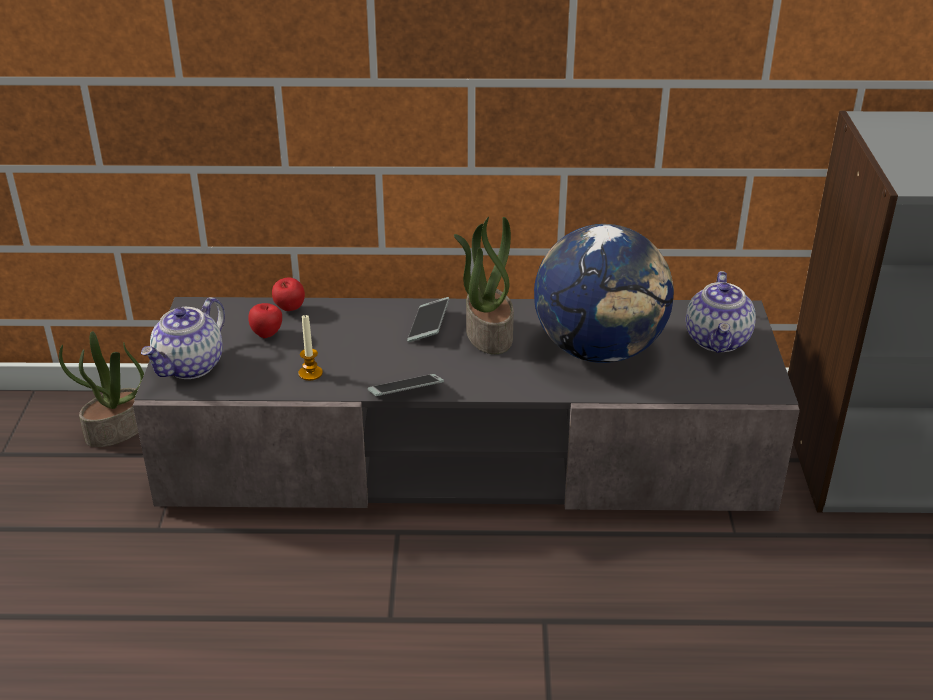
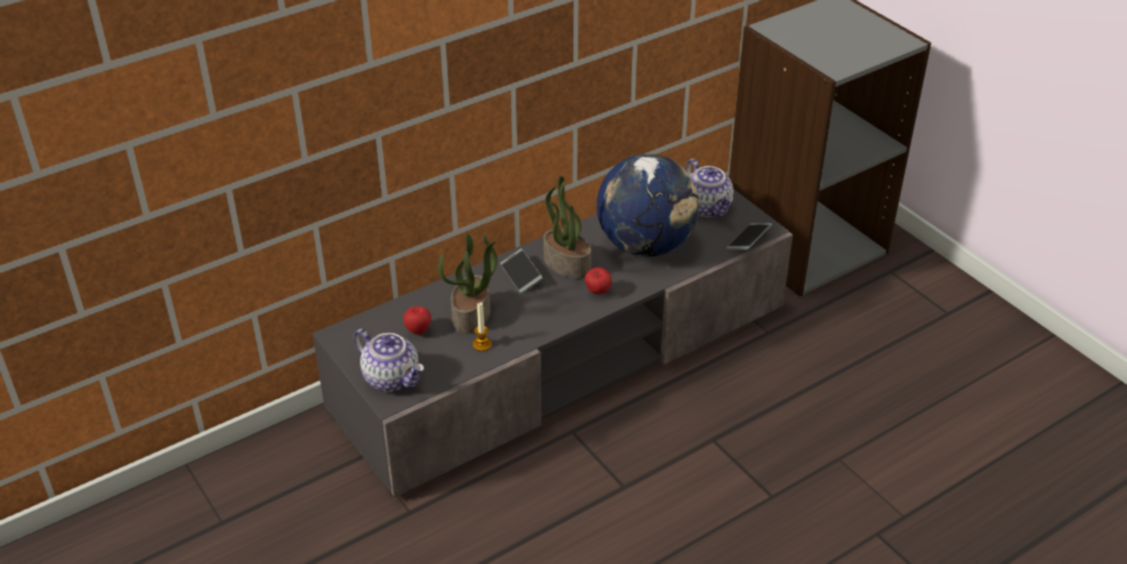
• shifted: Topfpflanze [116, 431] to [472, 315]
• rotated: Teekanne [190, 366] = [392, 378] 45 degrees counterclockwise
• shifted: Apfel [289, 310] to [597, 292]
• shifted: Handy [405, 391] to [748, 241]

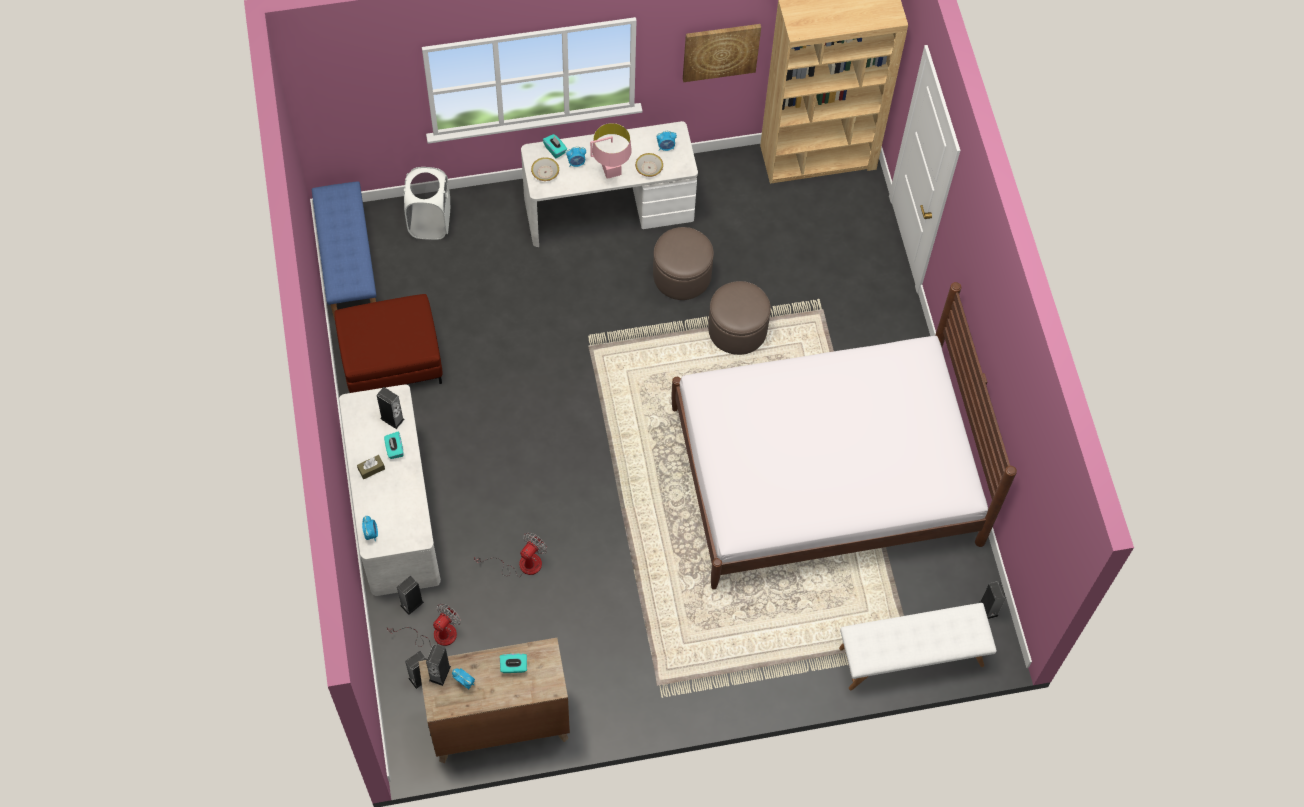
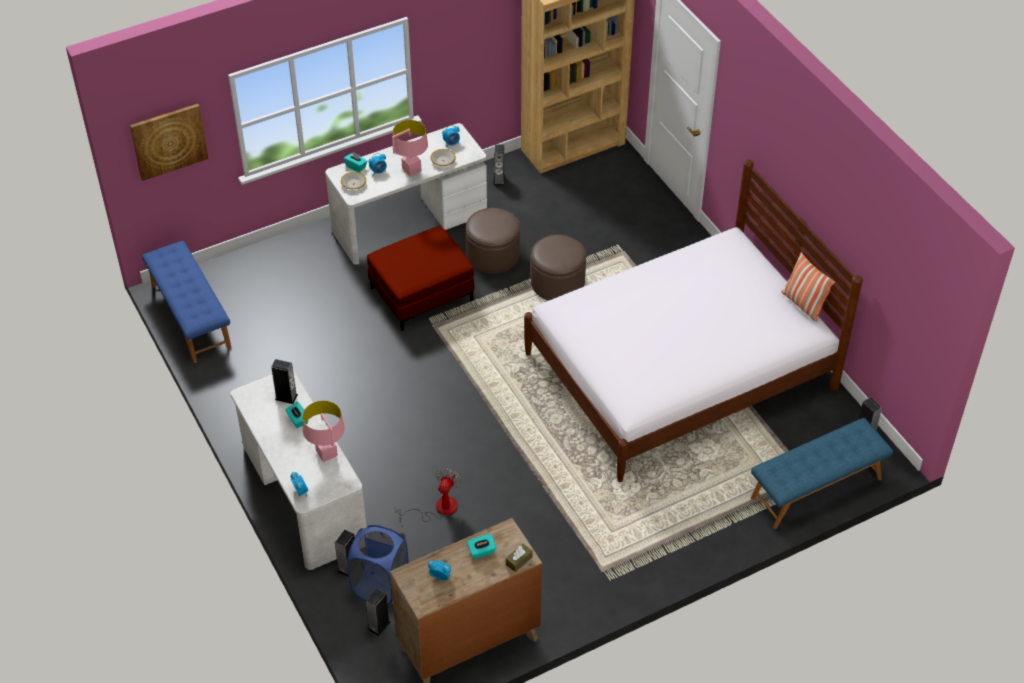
• shifted: Polsterhocker [rot] [392, 359] to [422, 293]
• shifted: Taschentuchbox [braun] [371, 469] to [519, 560]
• swapped: Ventilator [436, 634] to Wäschekorb [blau] [380, 586]
• gone: Wäschekorb [weiß] [430, 221]
• shifted: Lautsprecher [440, 673] to [499, 180]
• shifted: Bild [720, 51] to [169, 141]
• repainted: Bank [weiß] [911, 657] to Bank [blau] [816, 489]
• new: Tischlampe [rosa] [327, 454]
• new: Kissen [803, 304]

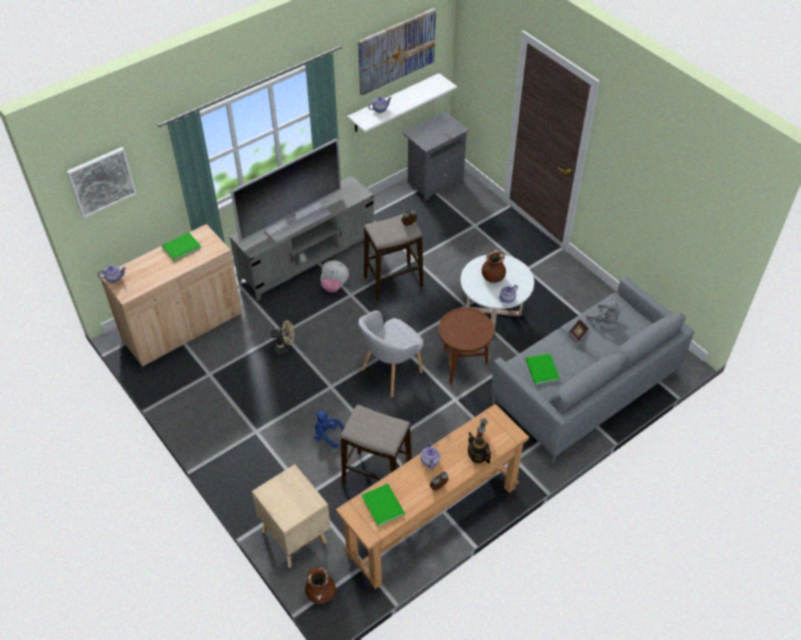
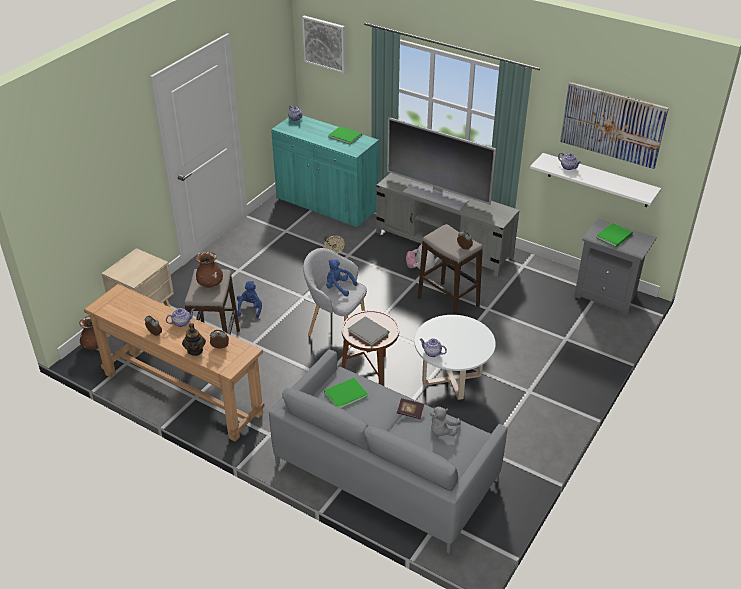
• repainted: Schrank [beige] [183, 327] to Schrank [türkis] [326, 204]
• shifted: Buch [grün] [383, 504] to [615, 236]
• rotated: Teekanne [477, 456] = [195, 350] 135 degrees clockwise
• shifted: Vase [braun] [493, 277] to [210, 284]
• new: Plüschtier [blau] [338, 287]
• new: Buch [grau] [368, 331]

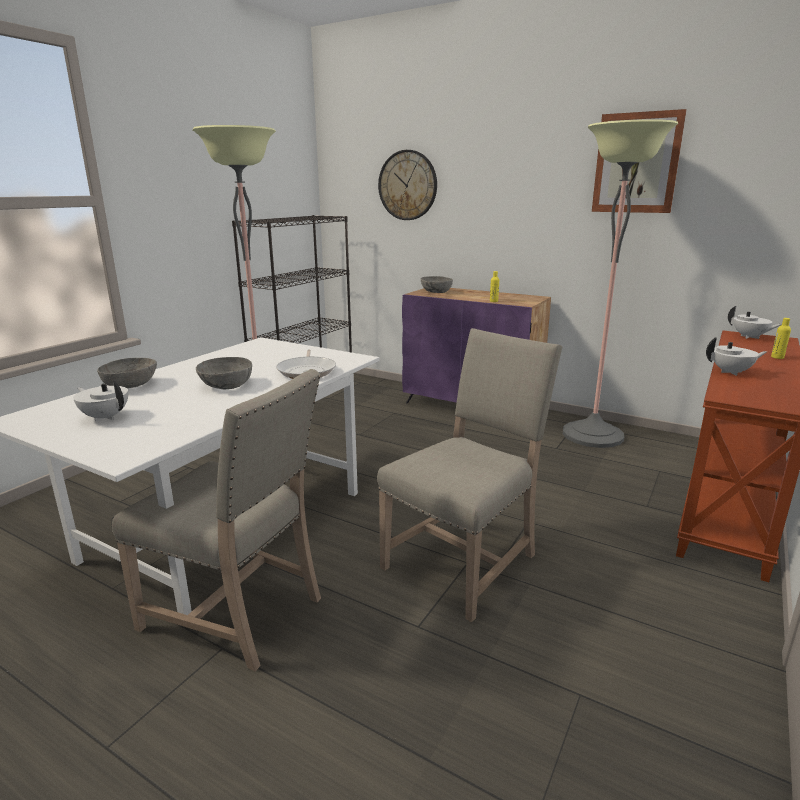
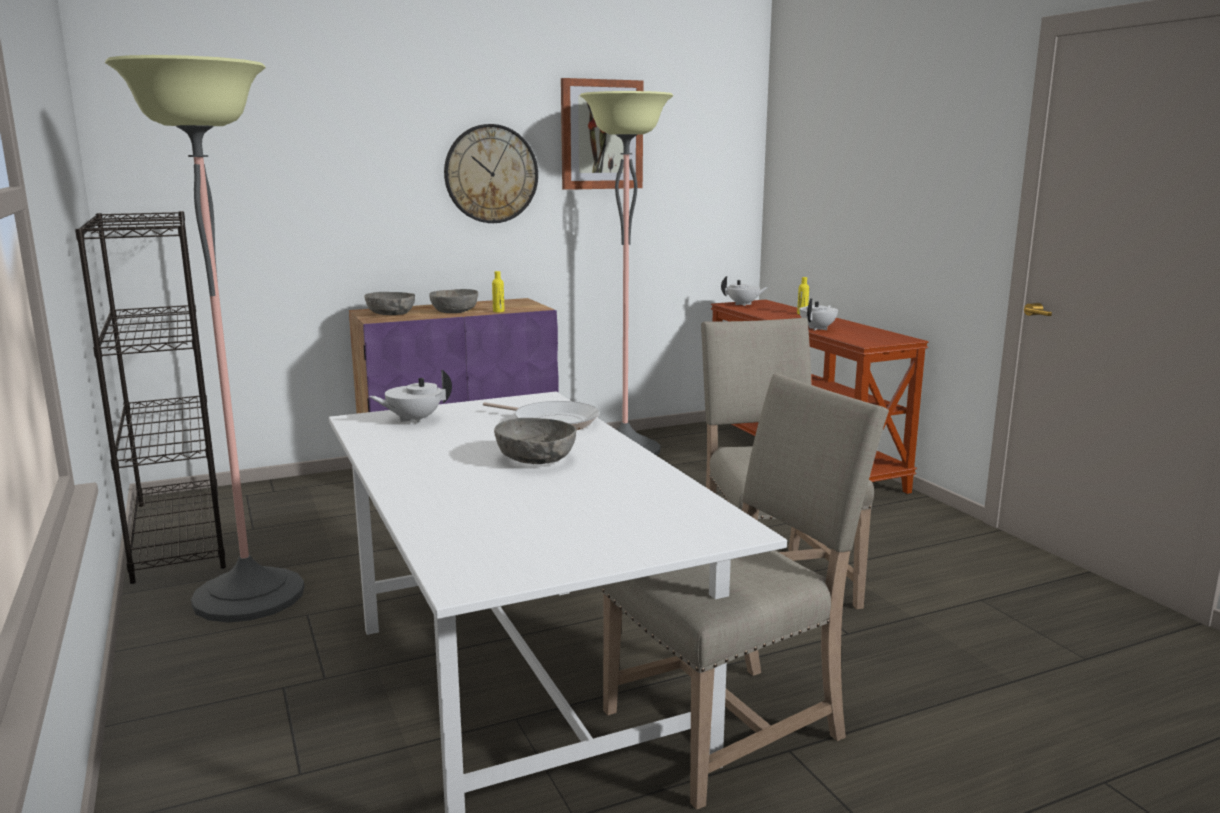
• shifted: Teekanne [weiß] [105, 417] to [413, 420]
• shifted: Schüssel [grau] [130, 385] to [454, 311]
• shifted: Wanduhr [407, 185] to [491, 174]

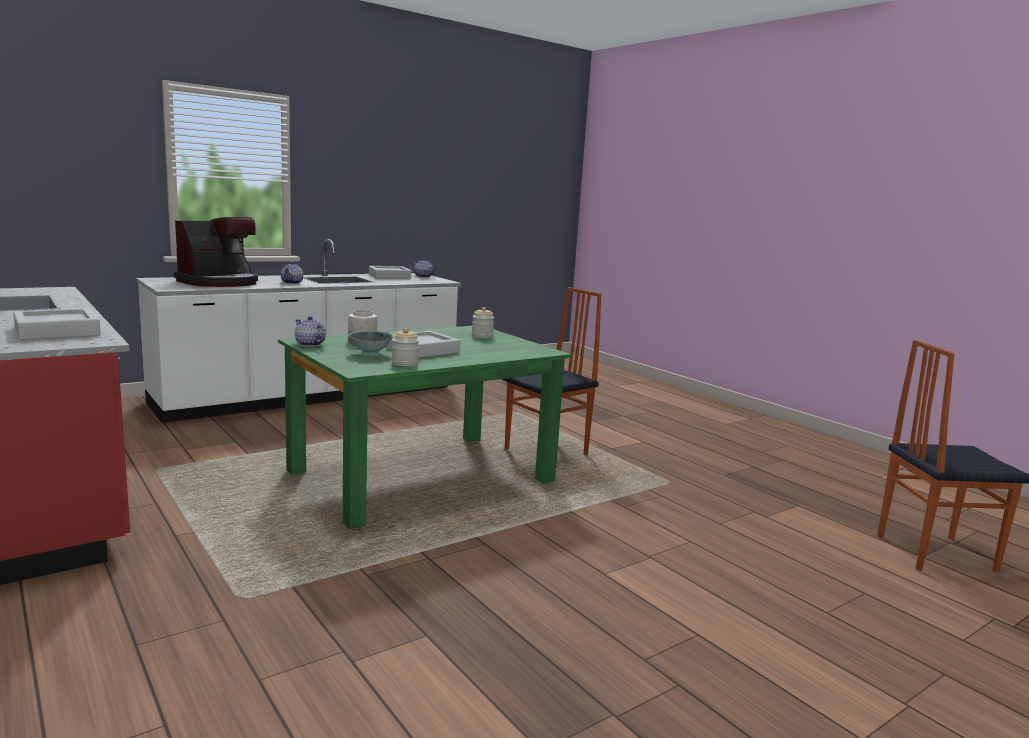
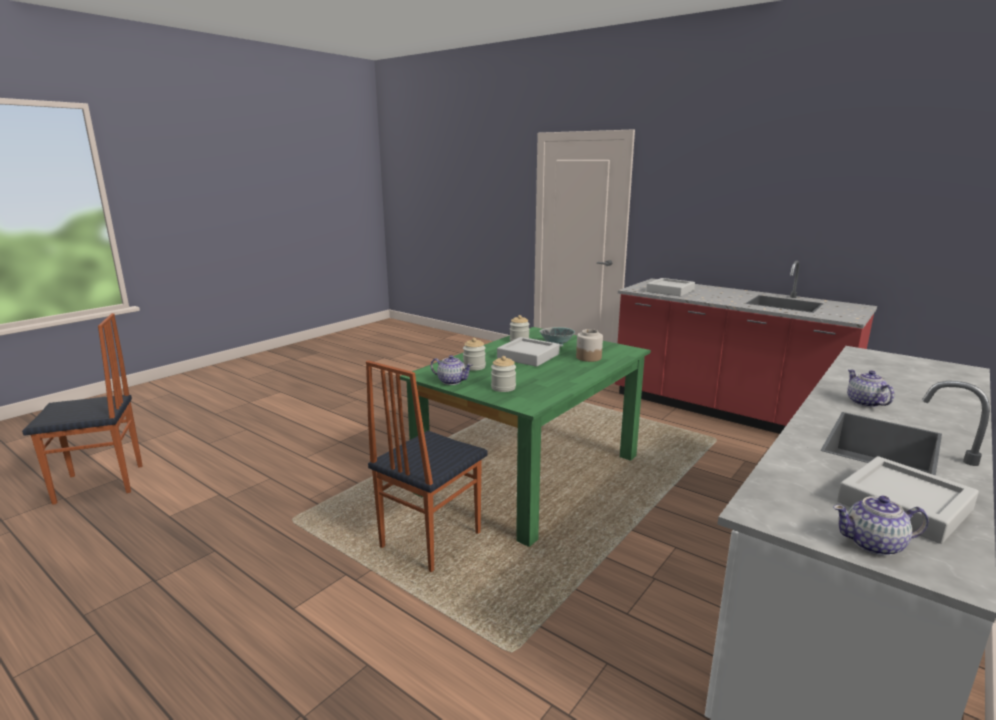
• gone: Kaffeemaschine [219, 282]
• shifted: Teekanne [310, 344] to [451, 381]
• new: Vorratsglas [474, 367]

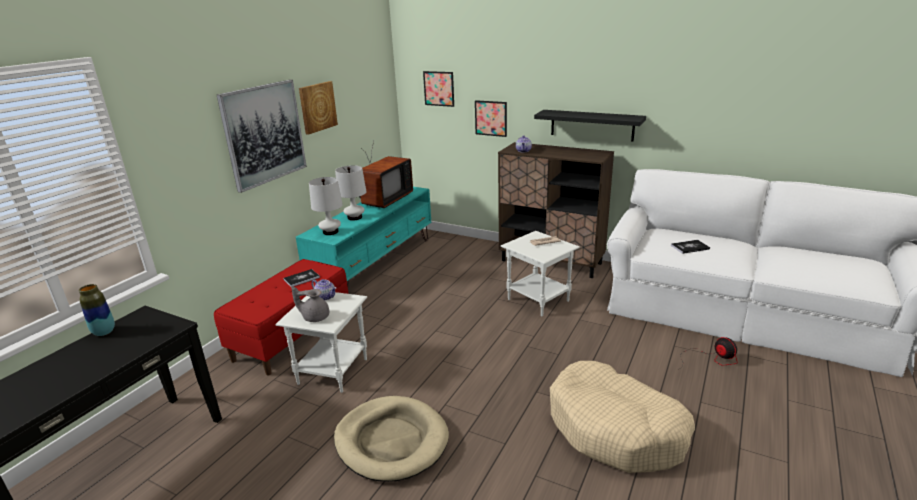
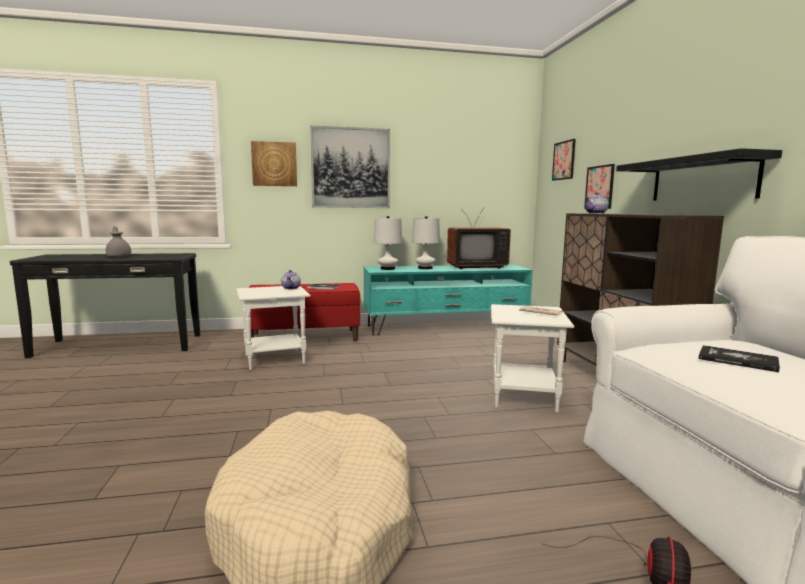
• gone: Vase [104, 332]
• shifted: Teekanne [grau] [315, 317] to [119, 256]
• shifted: Bild [317, 107] to [274, 164]
• gone: Hundebett [beige] [391, 441]

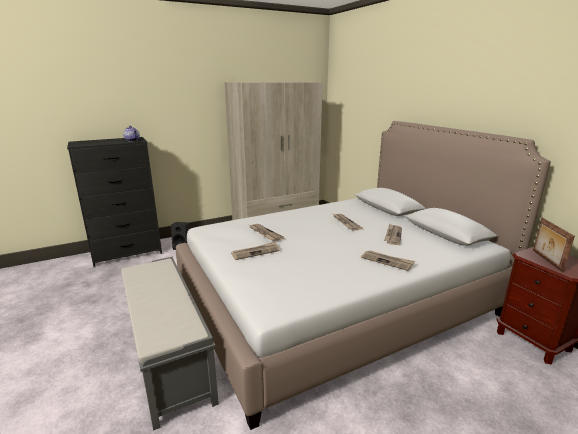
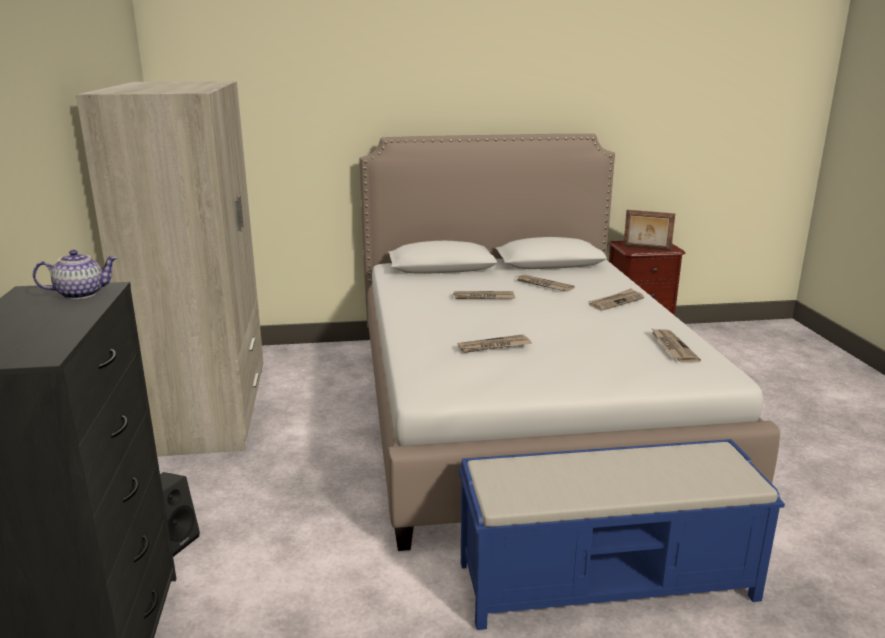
• repainted: Bank [grau] [169, 357] to Bank [blau] [608, 580]
• shifted: Zeitung [256, 252] to [672, 347]

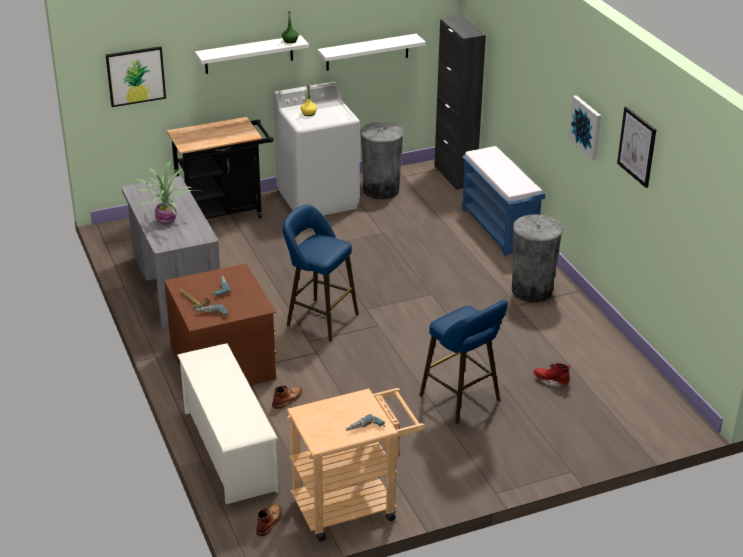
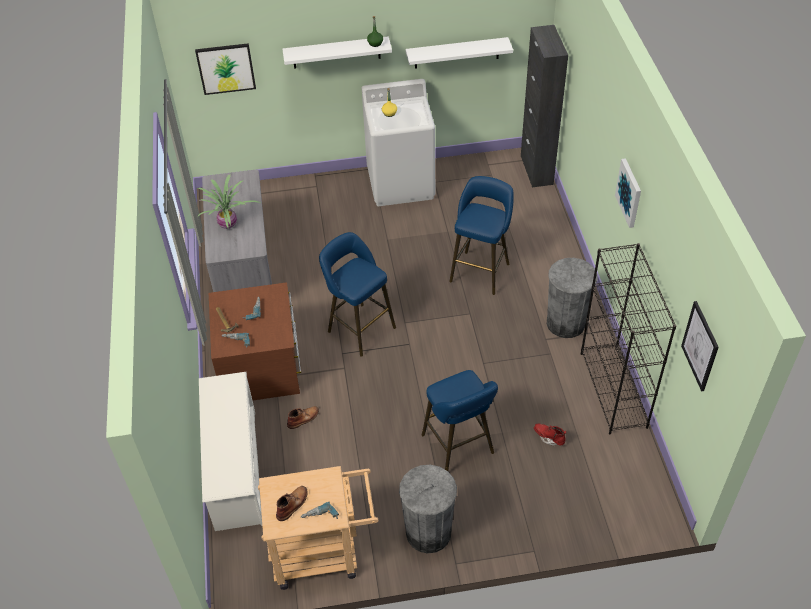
• gone: Rollwagen [schwarz] [225, 213]
• shifted: Stiefel [braun] [269, 521] to [292, 504]
• shifted: Mülleimer [grau] [381, 190] to [428, 532]
• gone: Bank [blau] [499, 229]
• shifted: Bild [637, 146] to [700, 346]
• new: Hocker [blau] [480, 270]
• new: Bücherregal [schwarz] [613, 390]

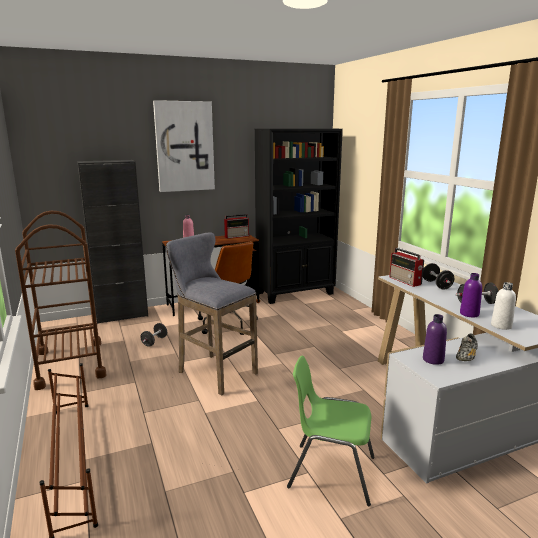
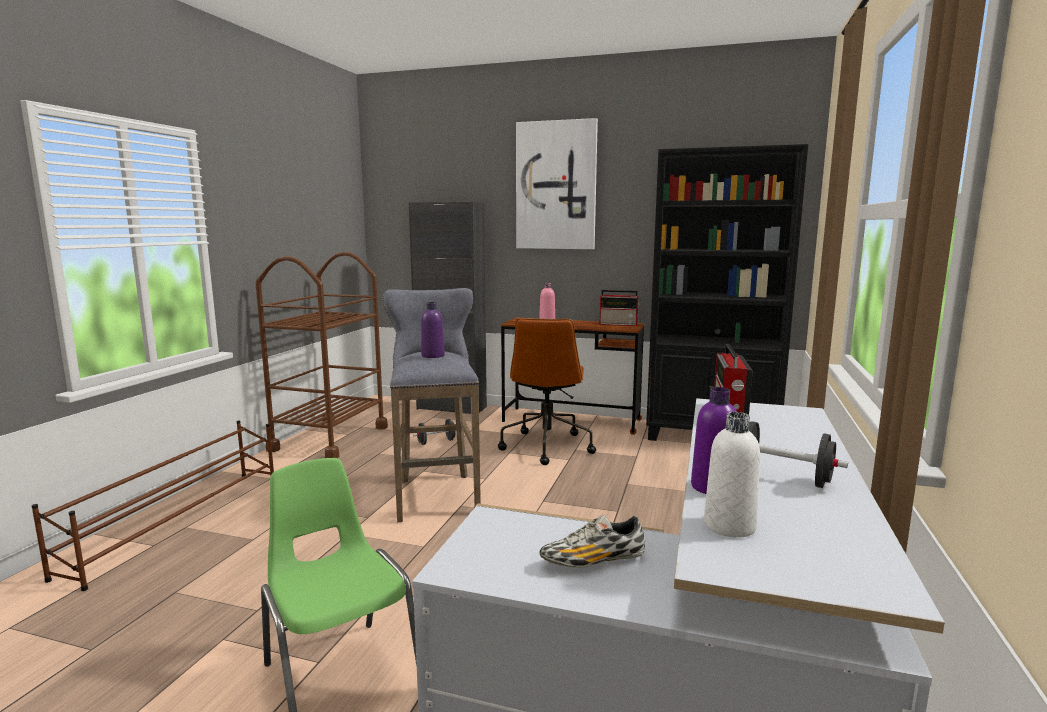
• gone: Hantel [schwarz] [436, 285]
• shifted: Flasche [lila] [433, 360] to [433, 355]

